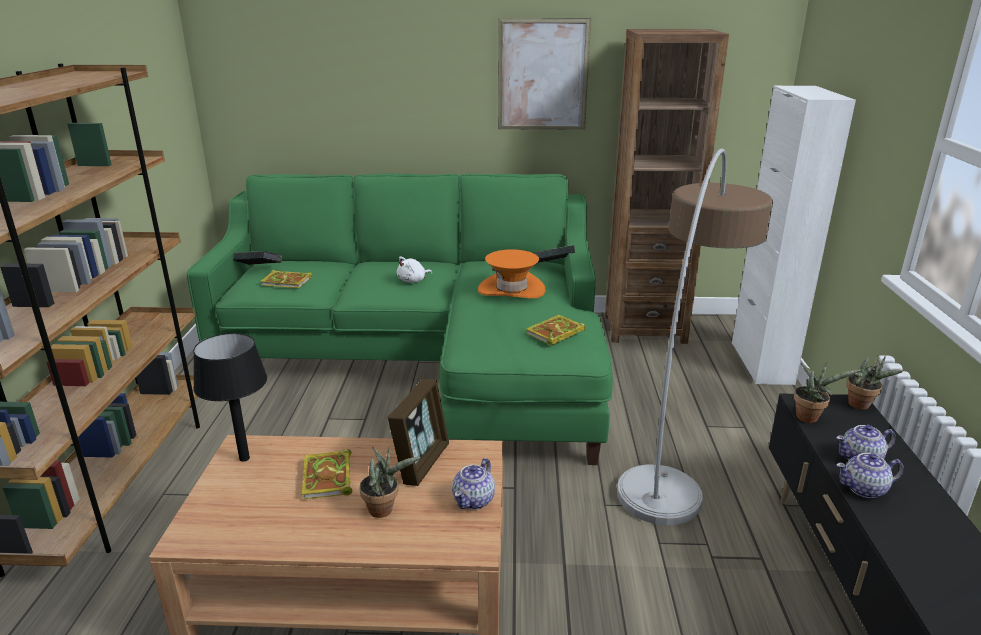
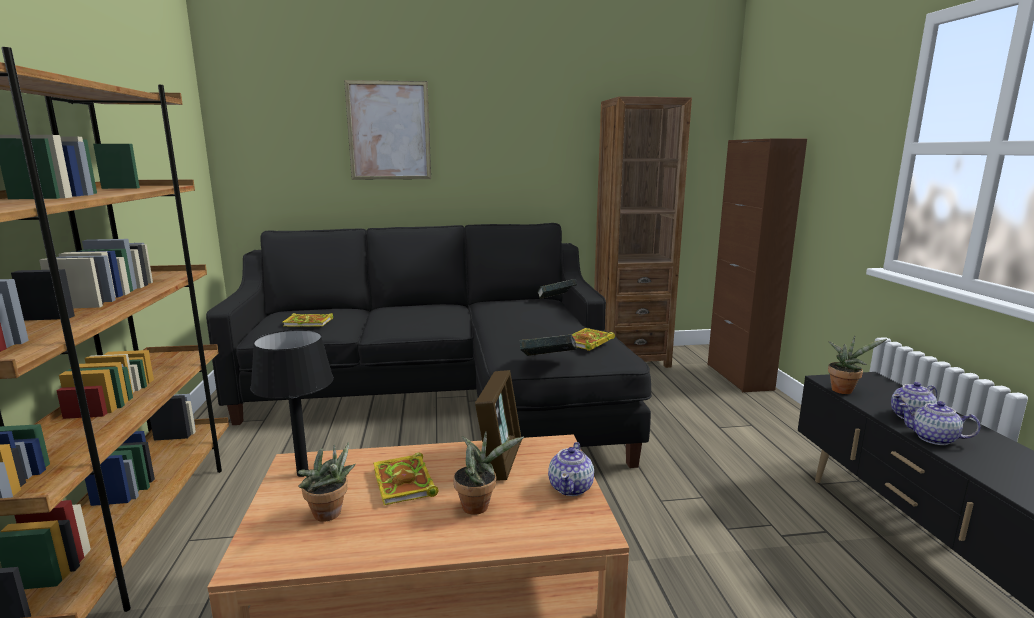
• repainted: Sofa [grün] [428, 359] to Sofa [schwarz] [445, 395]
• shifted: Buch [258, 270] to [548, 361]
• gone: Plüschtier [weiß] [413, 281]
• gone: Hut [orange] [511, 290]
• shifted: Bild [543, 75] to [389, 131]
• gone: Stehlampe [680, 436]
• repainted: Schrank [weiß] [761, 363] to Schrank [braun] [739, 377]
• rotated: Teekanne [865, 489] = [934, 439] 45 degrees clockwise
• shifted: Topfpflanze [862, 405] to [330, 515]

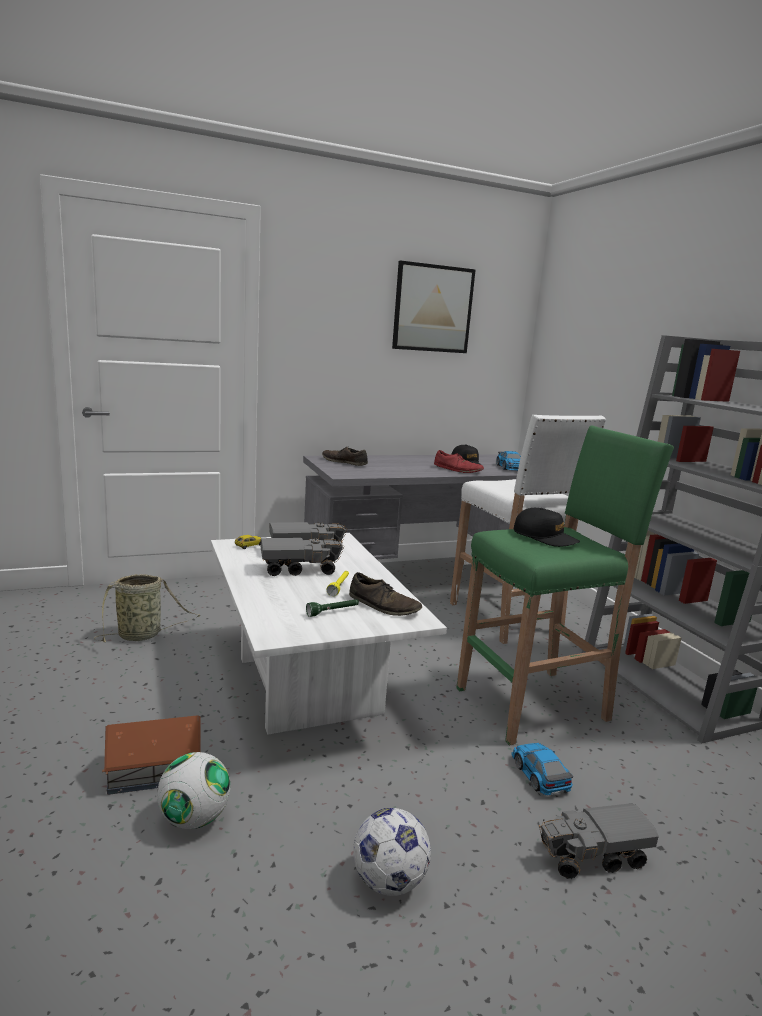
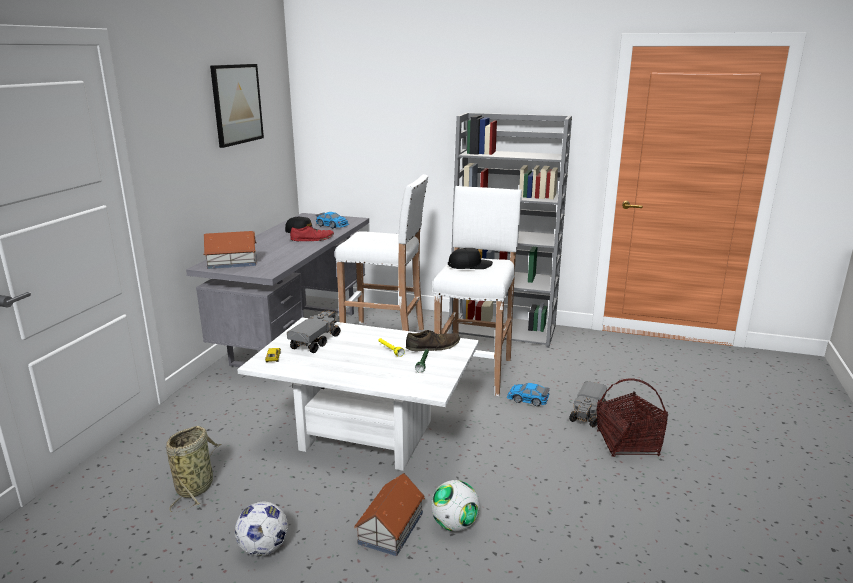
• gone: Spielzeuglaster [299, 569]
• swapped: Schuh [braun] [344, 462] to Spielzeughaus [233, 262]
• shifted: Fußball [389, 880] to [263, 548]
• repainted: Hocker [grün] [535, 704] to Hocker [weiß] [475, 371]
• new: Korb [627, 443]

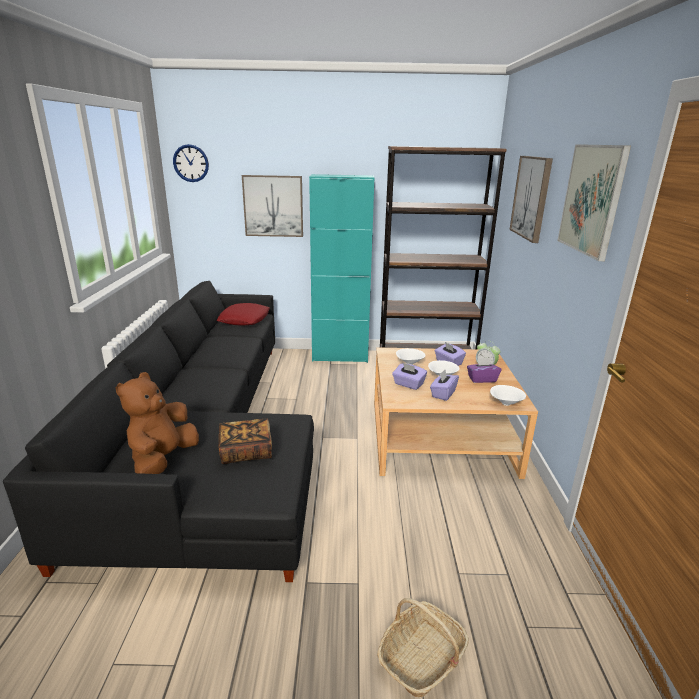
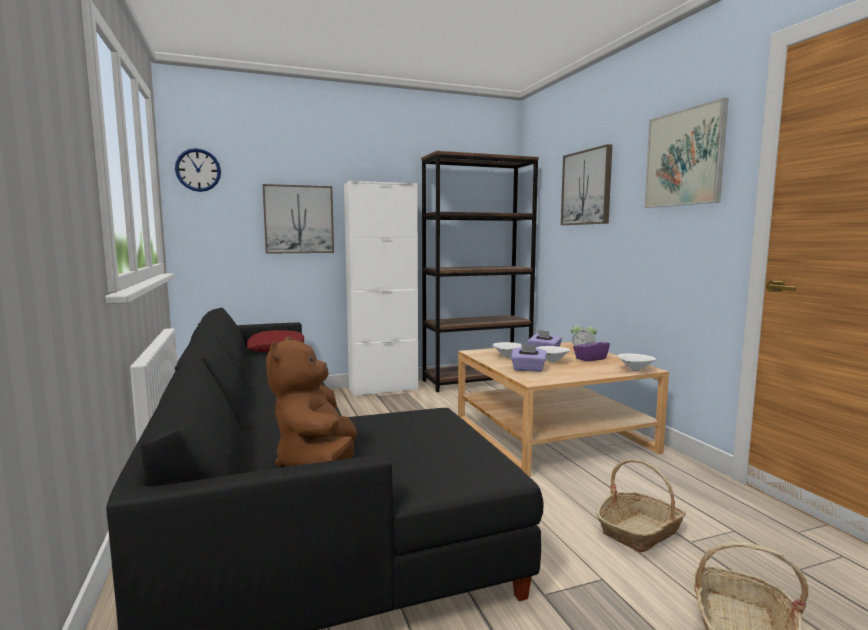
• gone: Buch [246, 452]
• repainted: Schrank [türkis] [340, 356] to Schrank [weiß] [383, 389]
• gone: Taschentuchbox [lila] [443, 394]
• new: Korb [640, 531]

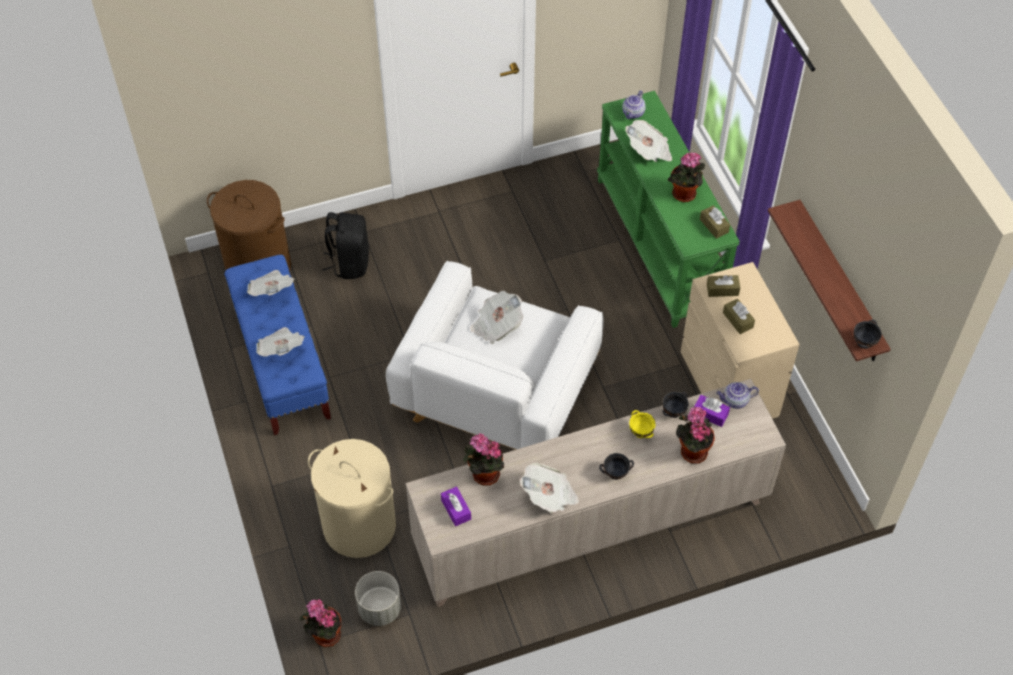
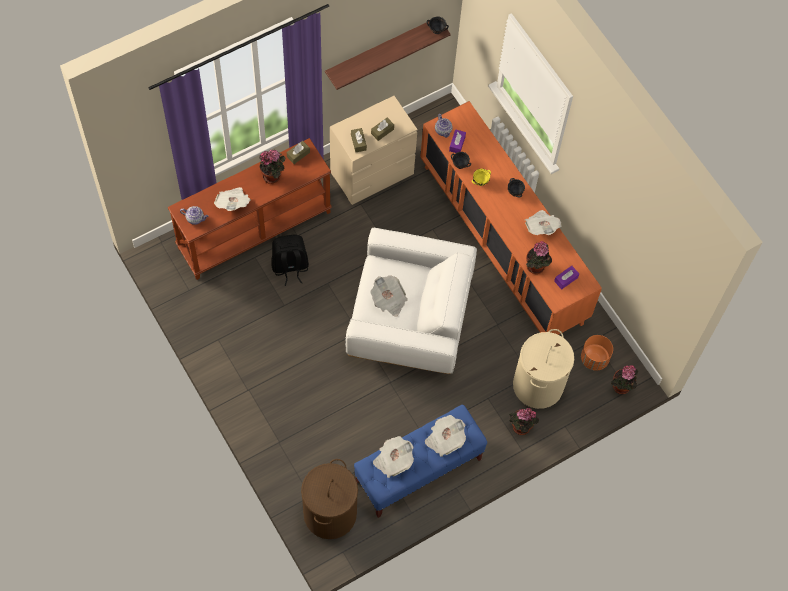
• shifted: Rucksack [schwarz] [349, 262] to [290, 267]
• repainted: Pflanzkübel [grau] [379, 609] to Pflanzkübel [orange] [594, 359]
• repainted: Schrank [beige] [591, 526] to Schrank [orange] [502, 243]
• repainted: Konsolentisch [grün] [660, 244] to Konsolentisch [braun] [254, 229]
• shifted: Topfpflanze [692, 450] to [520, 428]

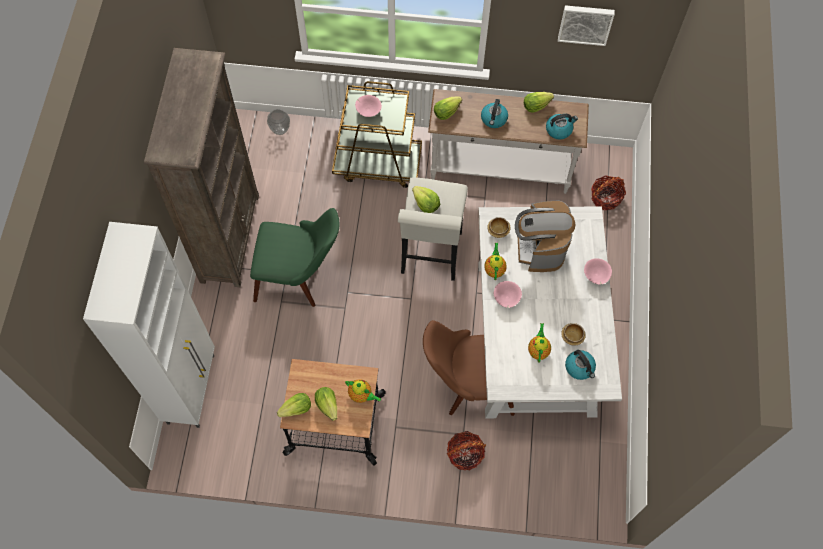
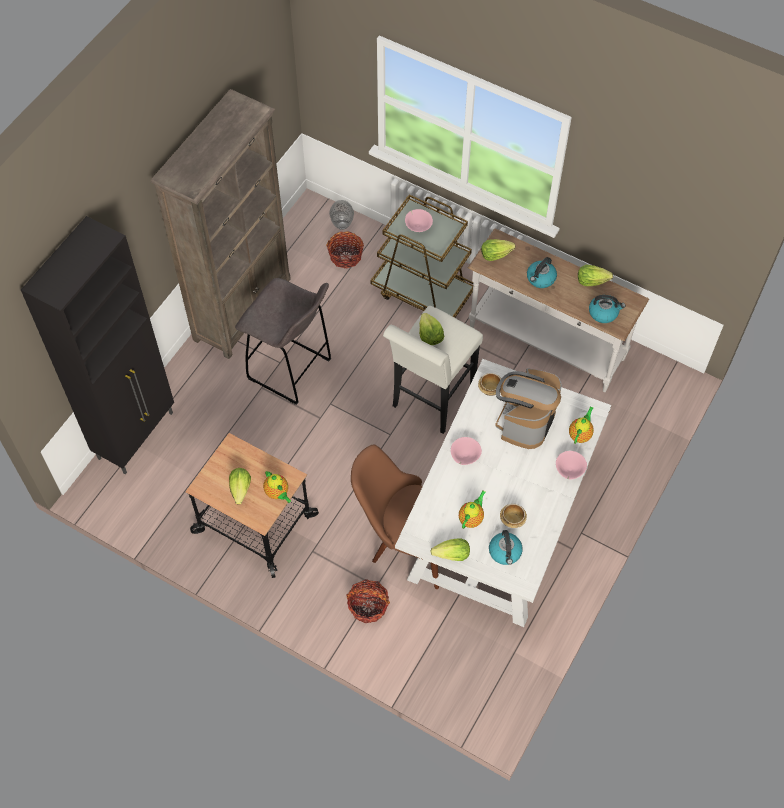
• repainted: Schrank [weiß] [192, 388] to Schrank [schwarz] [137, 435]
• swapped: Stuhl [grün] [300, 276] to Hocker [grau] [291, 371]
• shifted: Salatkopf [296, 409] to [452, 555]
• shifted: Teekanne [494, 269] to [580, 434]
• gone: Bild [585, 23]
• shifted: Korb [605, 197] to [346, 256]

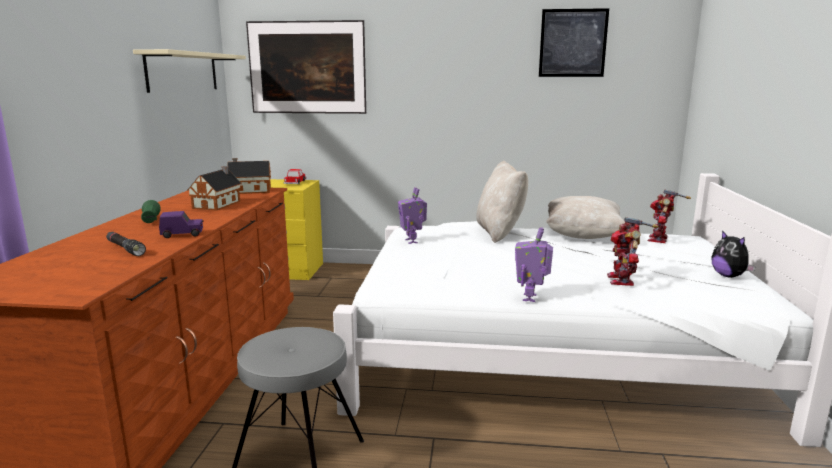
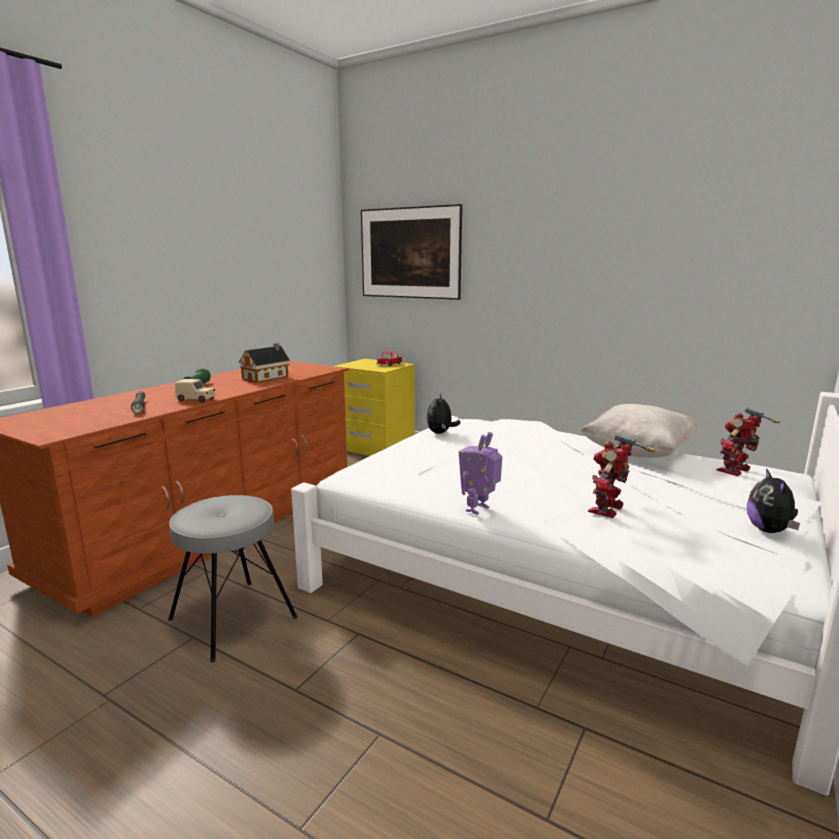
• gone: Wandregal [beige] [183, 72]
• repainted: Spielzeugauto [lila] [183, 234] to Spielzeugauto [beige] [196, 400]
• gone: Spielzeughaus [249, 191]
• swapped: Spielzeugroboter [412, 241] to Plüschtier [441, 433]
• gone: Kissen [beige] [500, 233]
• gone: Bild [573, 43]

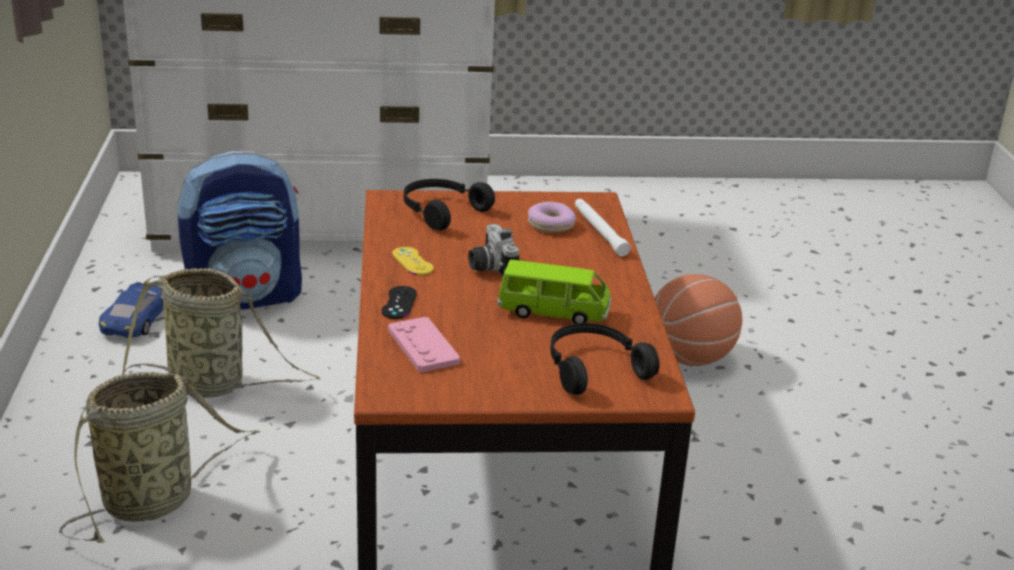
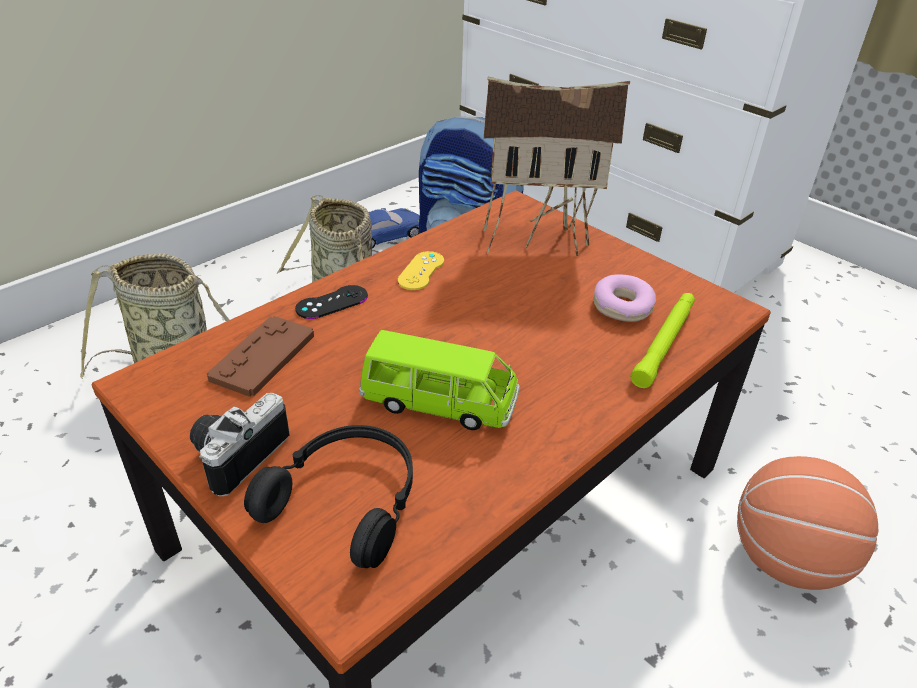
• repainted: Gamepad [rosa] [423, 346] to Gamepad [braun] [263, 357]
• swapped: Kopfhörer [schwarz] [441, 211] to Spielzeughaus [538, 238]
• shifted: Kamera [489, 268] to [235, 454]
• rotated: Spielzeugauto [grün] [553, 312] = [439, 403] 45 degrees counterclockwise
• repainted: Taschenlampe [weiß] [599, 231] to Taschenlampe [grün] [665, 342]

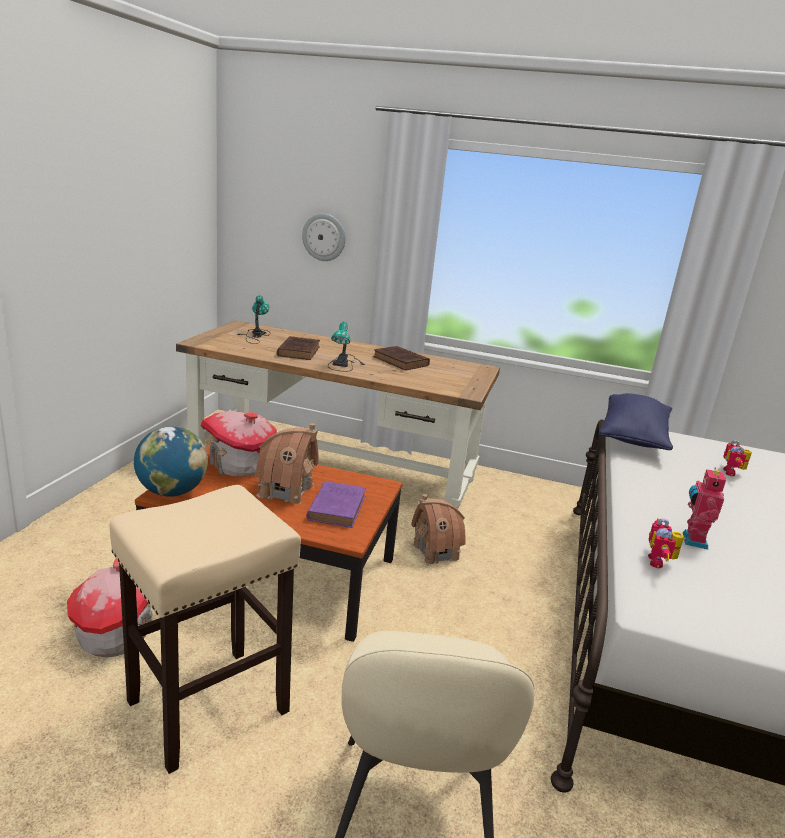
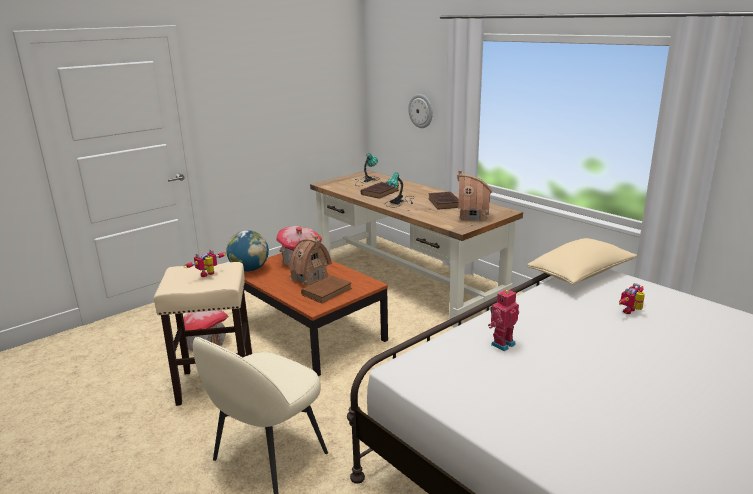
• repainted: Buch [lila] [337, 507] to Buch [braun] [327, 291]
• shifted: Spielzeughaus [435, 552] to [472, 217]
• repainted: Kissen [blau] [633, 437] to Kissen [beige] [581, 275]
• shifted: Spielzeugroboter [660, 562] to [208, 275]

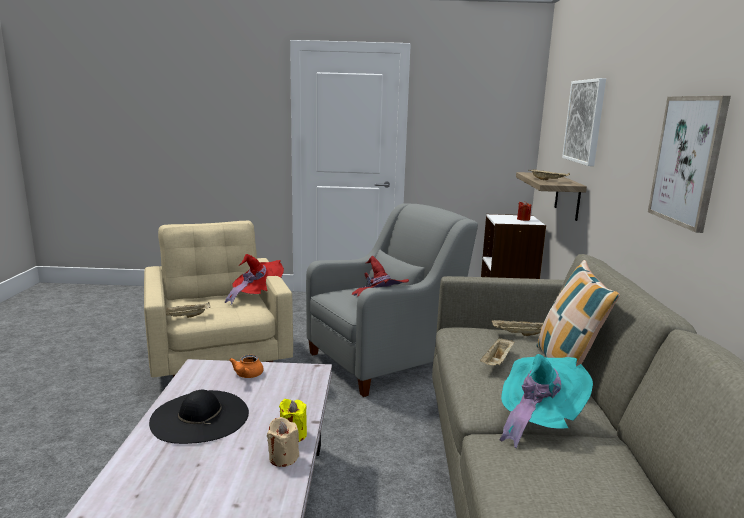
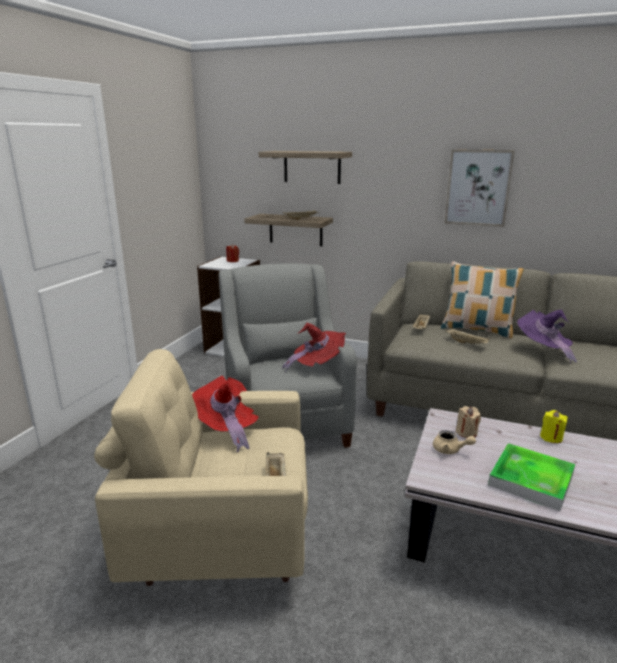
• swapped: Hut [schwarz] [200, 416] to Tablett [531, 480]
• repainted: Teekanne [orange] [247, 375] to Teekanne [beige] [450, 450]
• shifted: Kerze [beige] [283, 458] to [466, 433]
• repainted: Hut [türkis] [537, 420] to Hut [lila] [543, 350]
• swapped: Bild [585, 121] to Wandregal [312, 167]

